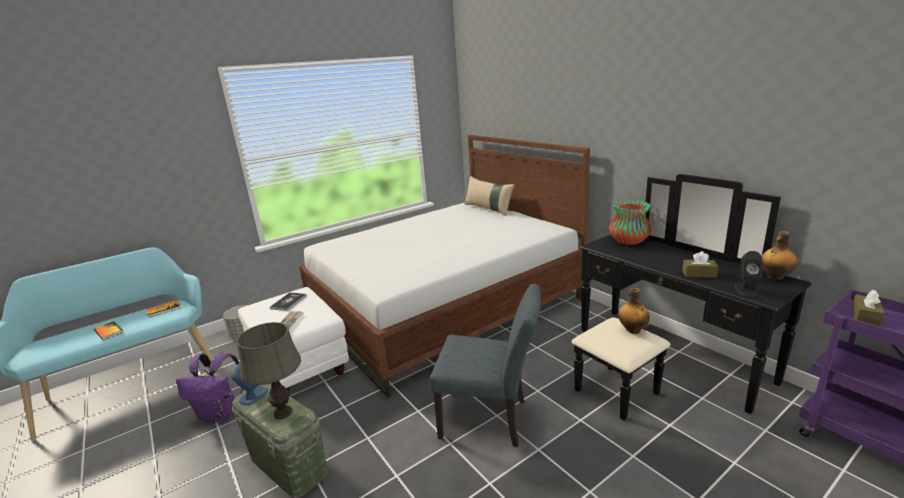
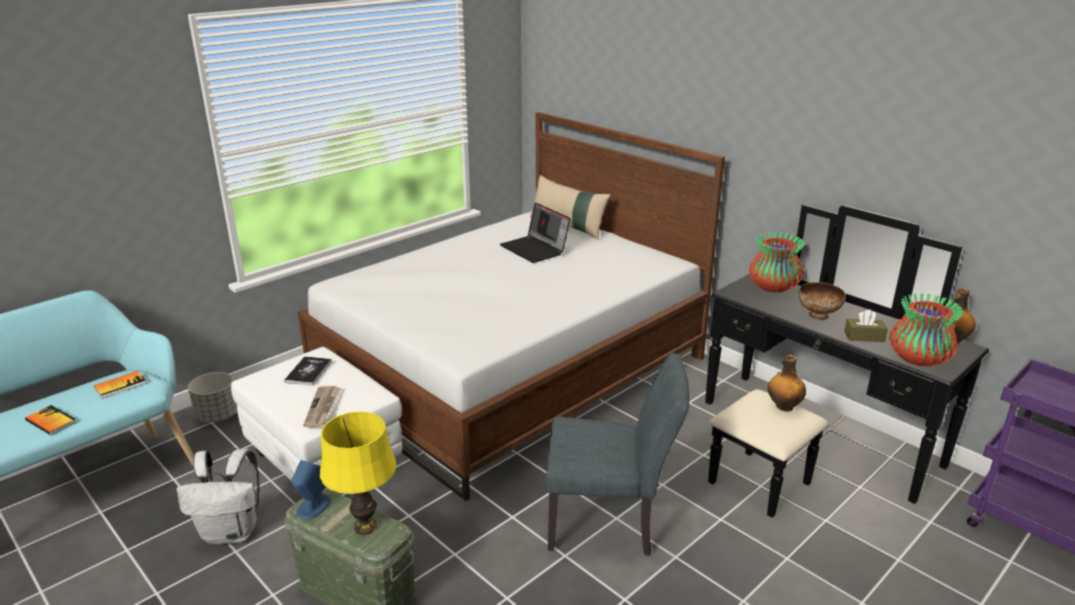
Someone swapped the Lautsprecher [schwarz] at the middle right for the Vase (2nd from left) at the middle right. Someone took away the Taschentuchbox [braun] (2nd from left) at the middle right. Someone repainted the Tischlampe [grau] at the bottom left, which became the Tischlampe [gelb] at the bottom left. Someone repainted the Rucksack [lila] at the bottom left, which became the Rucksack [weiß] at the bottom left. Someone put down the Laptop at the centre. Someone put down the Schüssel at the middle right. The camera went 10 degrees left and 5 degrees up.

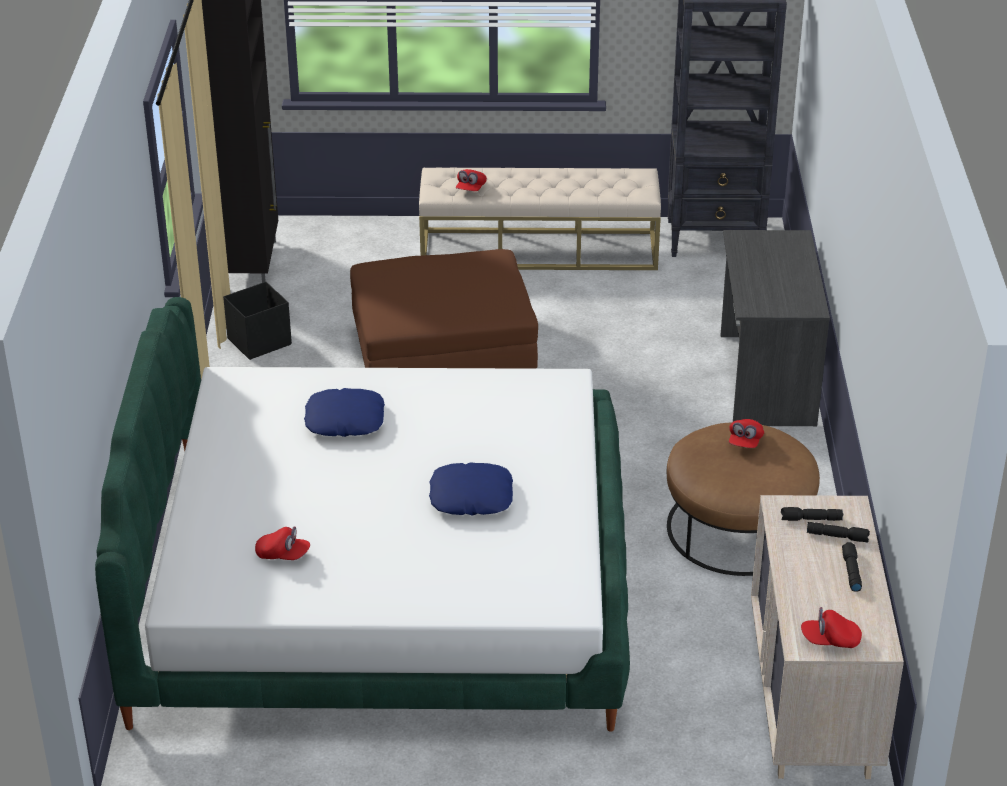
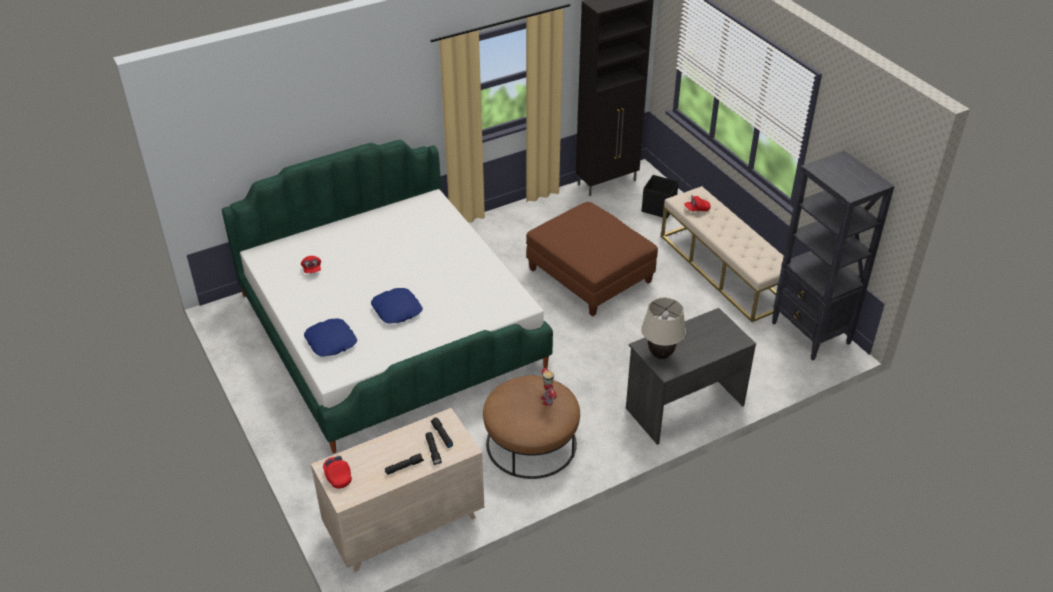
Someone carried the Aufbewahrungsbox [schwarz] from the middle left to the top centre. Someone carried the Kissen [blau] (1st from left) from the centre to the middle left. Someone swapped the Kappe [rot] (3rd from left) at the middle right for the Spielzeugroboter at the centre. Someone put down the Tischlampe [beige] at the centre. The camera went 60 degrees right and 5 degrees up.

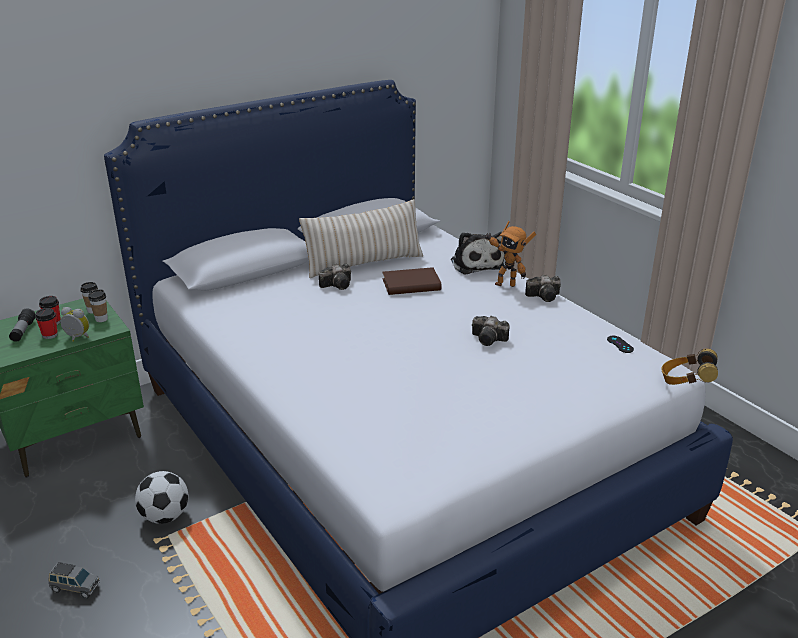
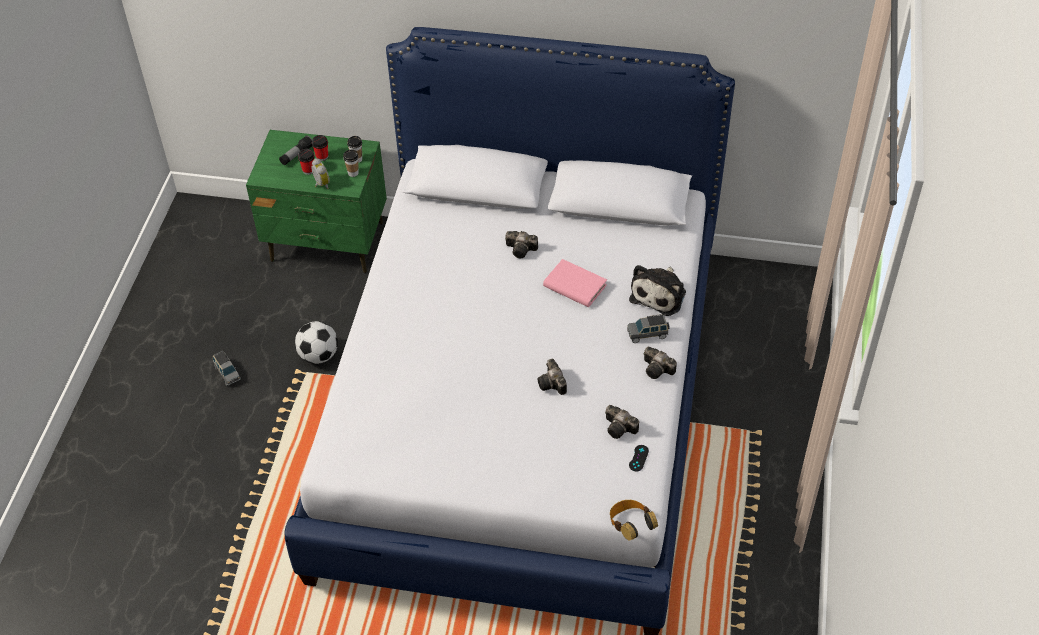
Someone took away the Kissen [beige] at the centre. Someone swapped the Spielzeugroboter at the centre for the Spielzeugauto [grau] (2nd from left) at the centre. Someone repainted the Buch [braun] at the centre, which became the Buch [rosa] at the centre. Someone put down the Kamera (3rd from left) at the centre. The camera went 45 degrees right and 20 degrees up.

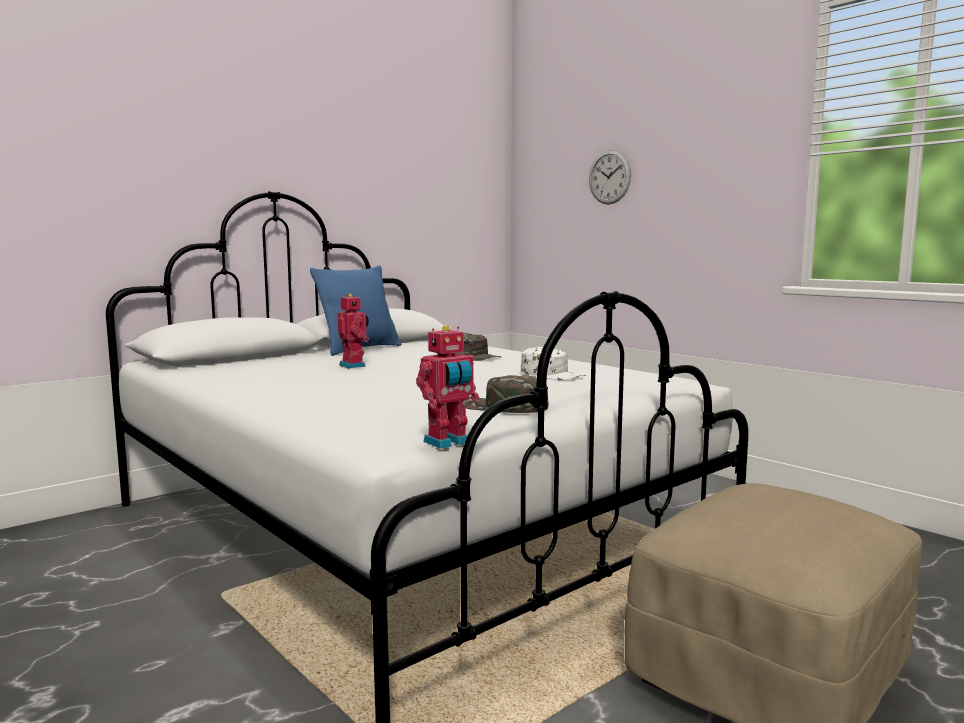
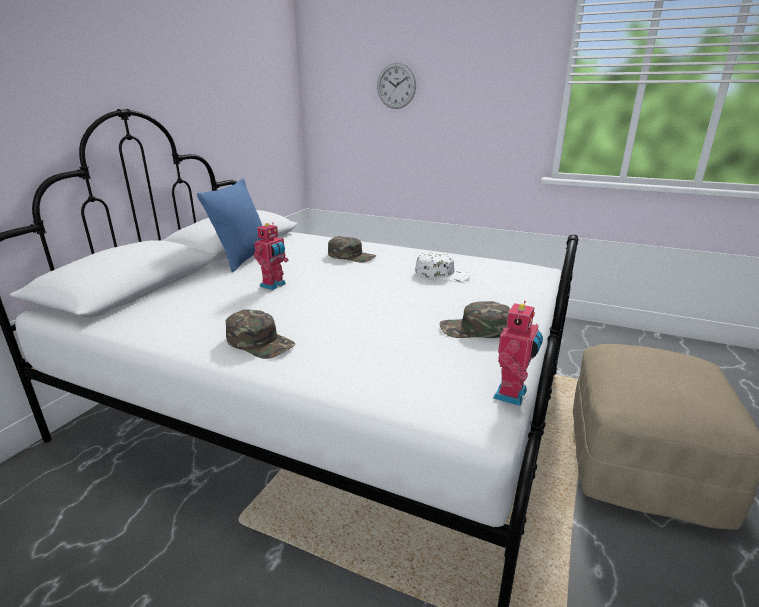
Someone rotated the Spielzeugroboter (1st from left) at the centre by 90 degrees clockwise. Someone put down the Kappe [grün] (1st from left) at the centre. The camera went 25 degrees left and 15 degrees up.

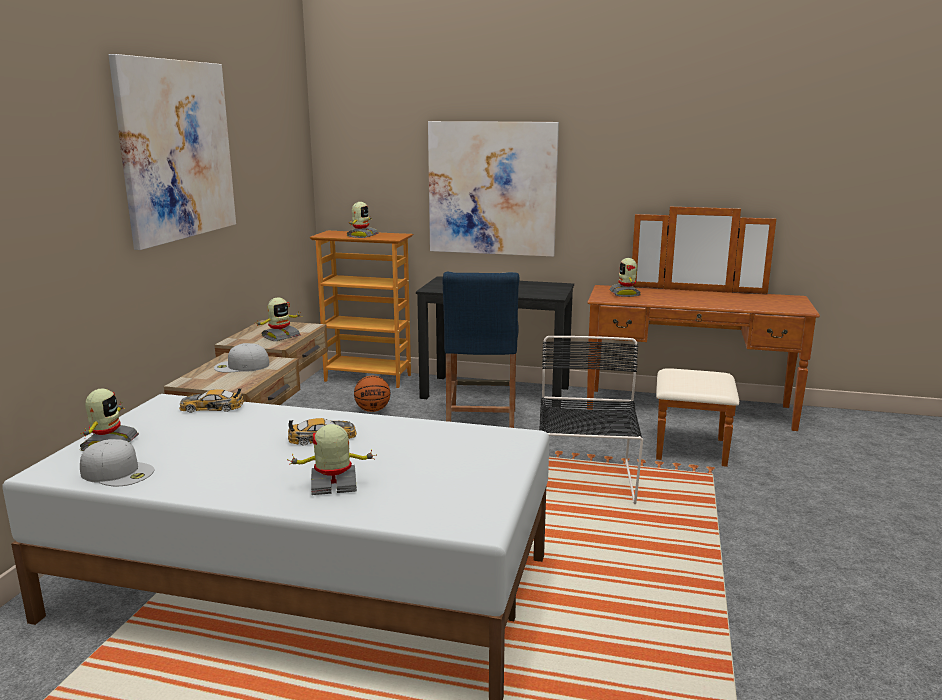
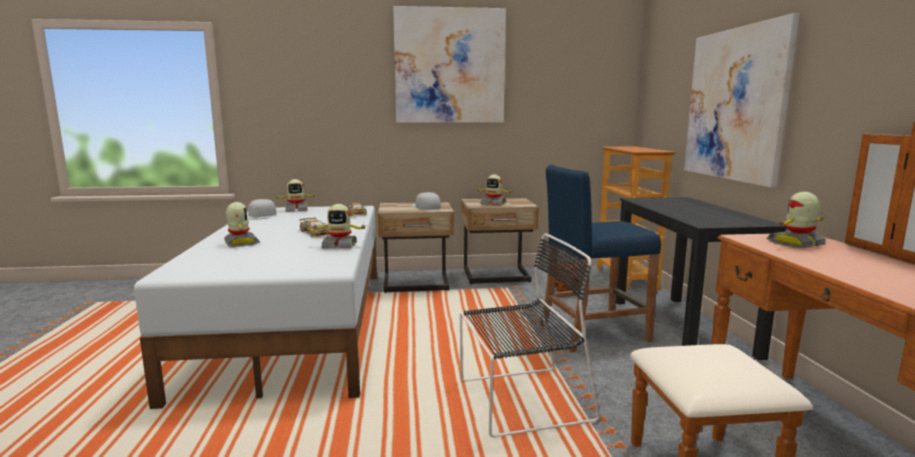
Someone carried the Spielzeugroboter (4th from left in the first image) from the top centre to the centre. The camera went 70 degrees right and 5 degrees down.

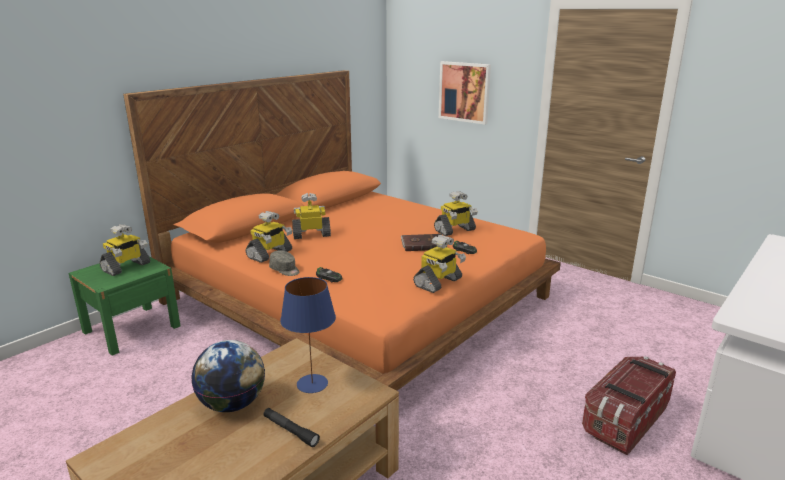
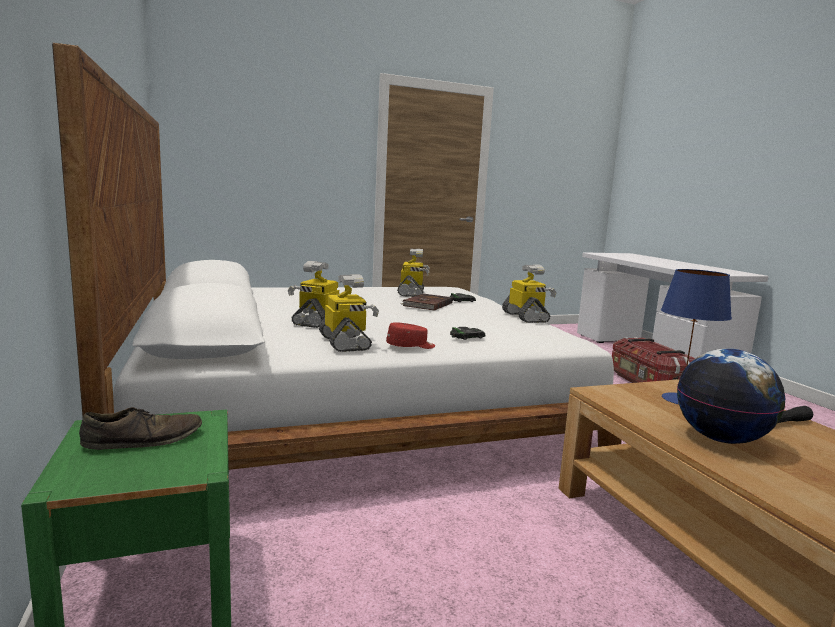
Someone took away the Bild at the top centre. Someone repainted the Bett [orange] at the centre, which became the Bett [weiß] at the centre. Someone swapped the Spielzeugroboter (1st from left) at the middle left for the Schuh [braun] at the bottom left. Someone repainted the Kappe [grau] at the centre, which became the Kappe [rot] at the centre. The camera went 60 degrees left and 10 degrees down.

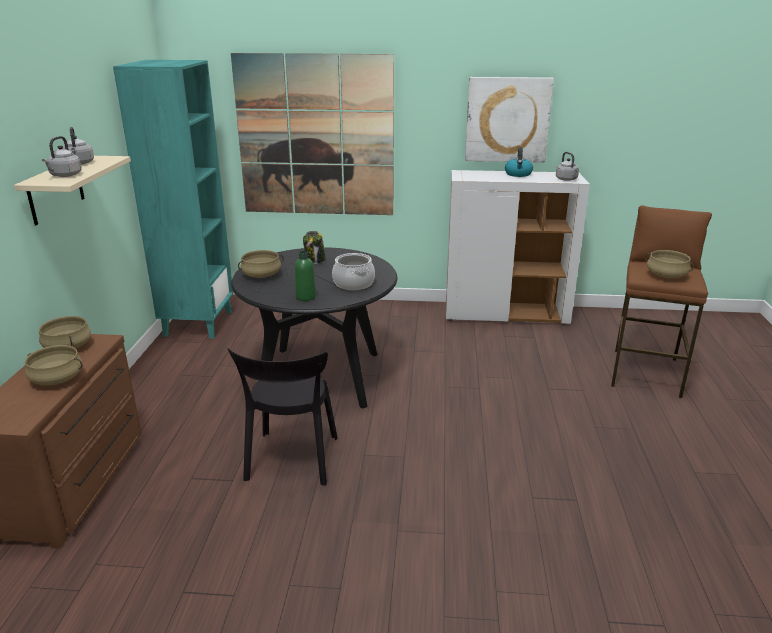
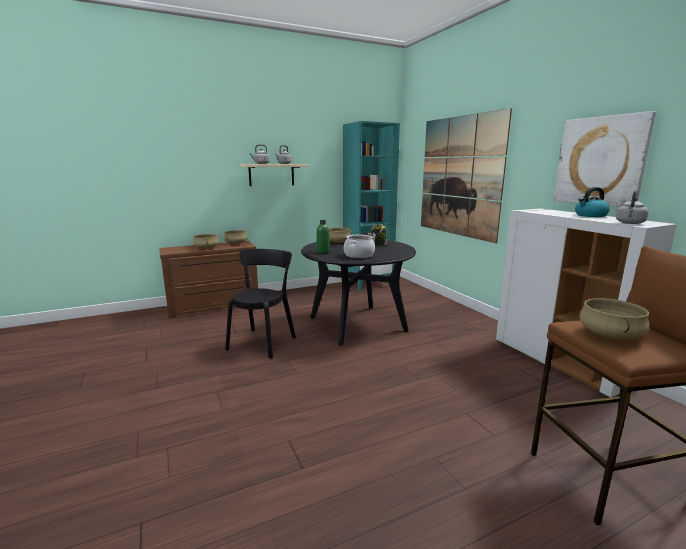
Someone rotated the Stuhl [schwarz] at the centre by 135 degrees clockwise. The camera went 60 degrees right and 10 degrees down.

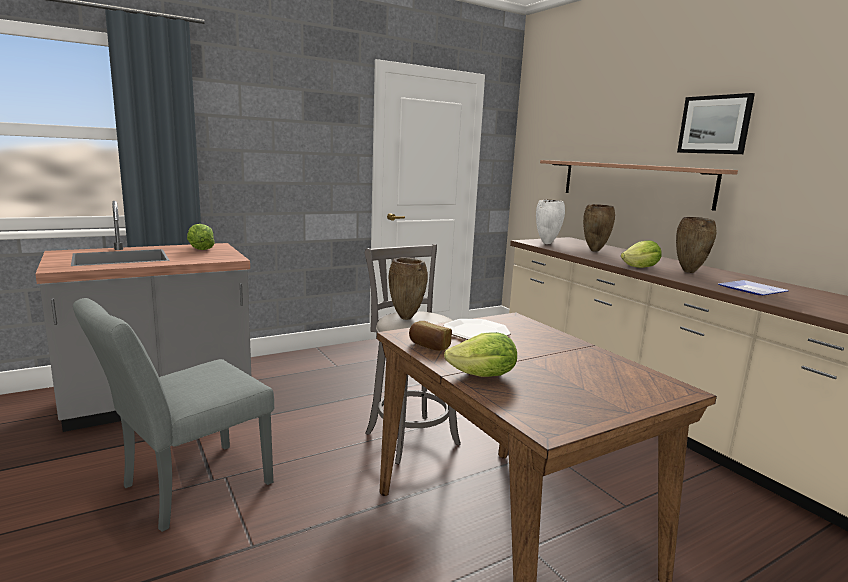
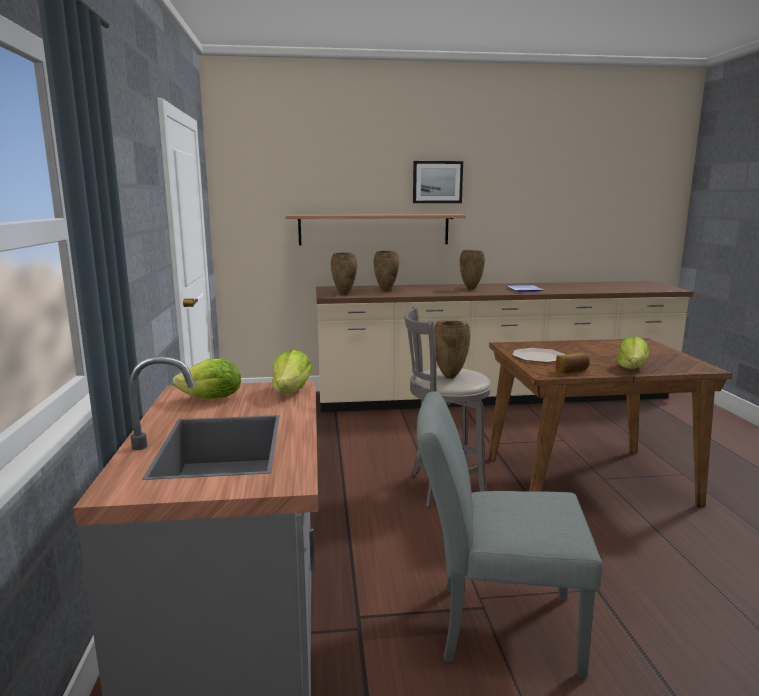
Someone repainted the Vase [weiß] at the centre, which became the Vase [braun] (1st from left) at the centre. Someone carried the Salatkopf (3rd from left in the first image) from the middle right to the centre. Someone rotated the Stuhl [grau] at the bottom left by 120 degrees clockwise. The camera went 65 degrees left and 0 degrees up.

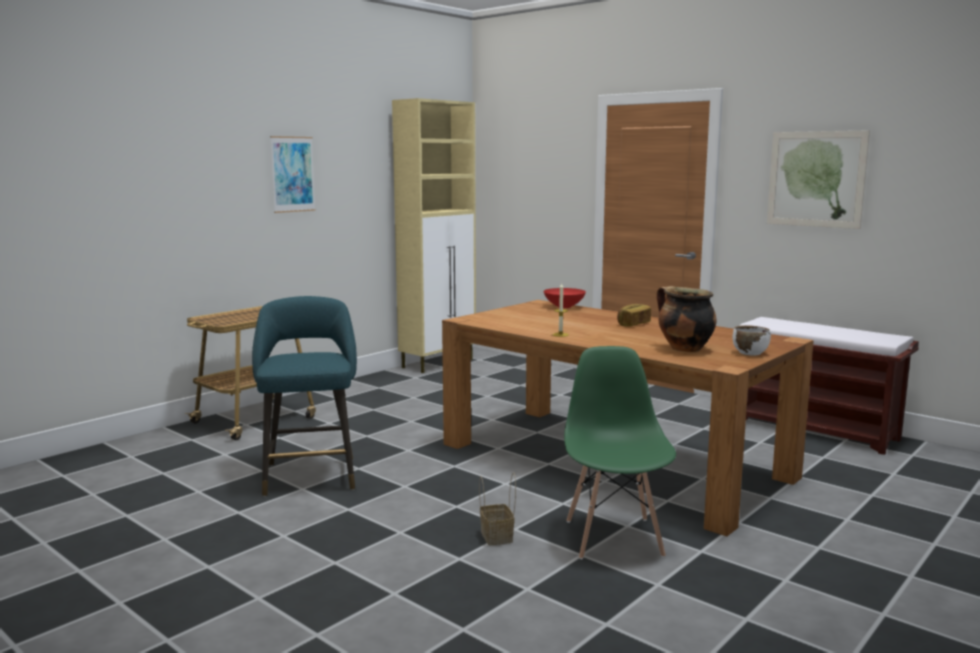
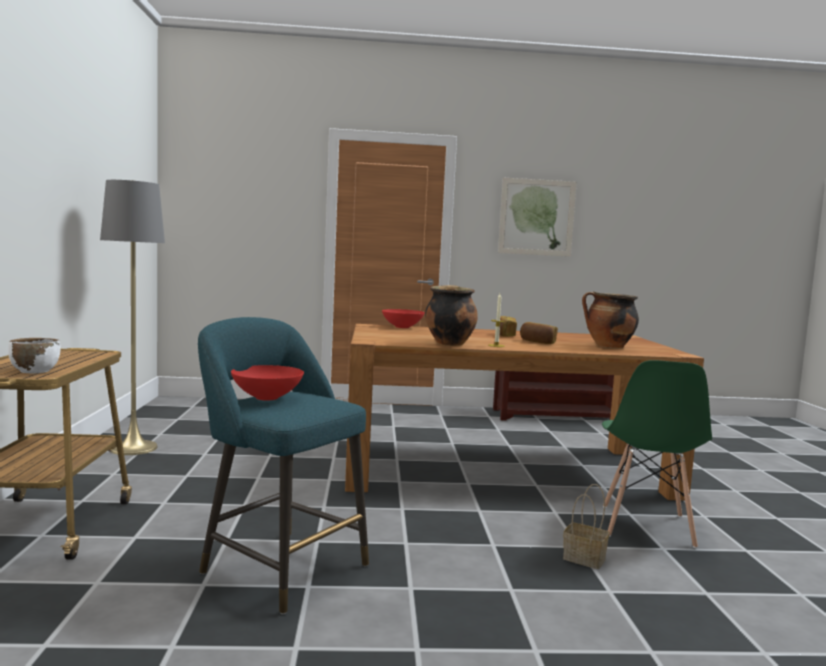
Someone took away the Schrank [beige] at the centre. Someone took away the Bild (1st from left) at the top left. Someone carried the Schüssel [weiß] from the middle right to the middle left. Someone rotated the Stuhl [grün] at the bottom centre by 120 degrees counterclockwise. Someone put down the Stehlampe [grau] at the middle left. Someone put down the Kochtopf (1st from left) at the centre. Someone put down the Brot (2nd from left) at the centre. Someone put down the Schüssel [rot] (1st from left) at the middle left. The camera went 45 degrees left and 5 degrees down.

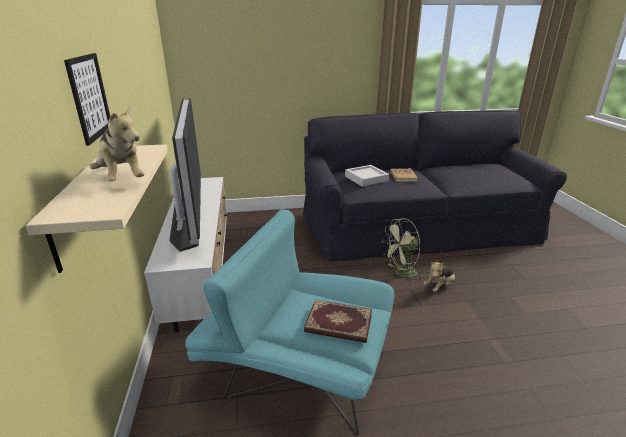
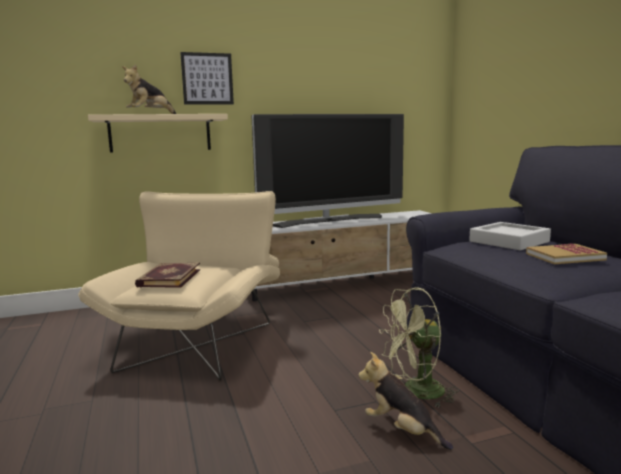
Someone repainted the Sessel [türkis] at the bottom centre, which became the Sessel [beige] at the middle left. Someone rotated the Ventilator [grün] at the centre by 75 degrees counterclockwise. The camera went 80 degrees right and 15 degrees down.

